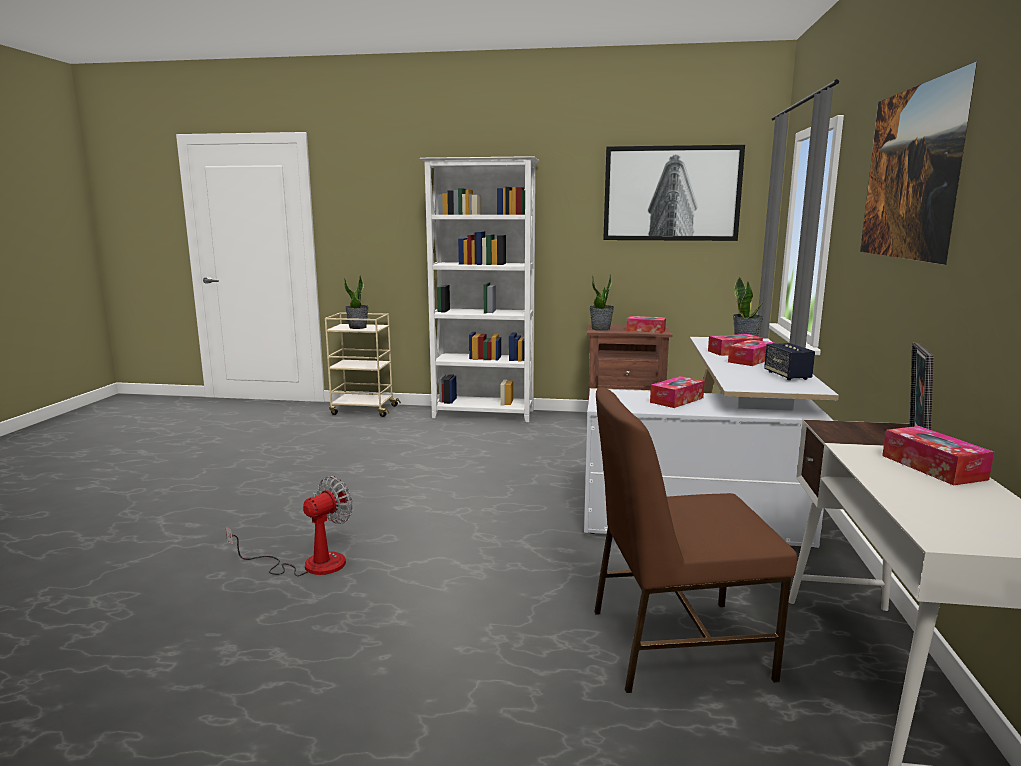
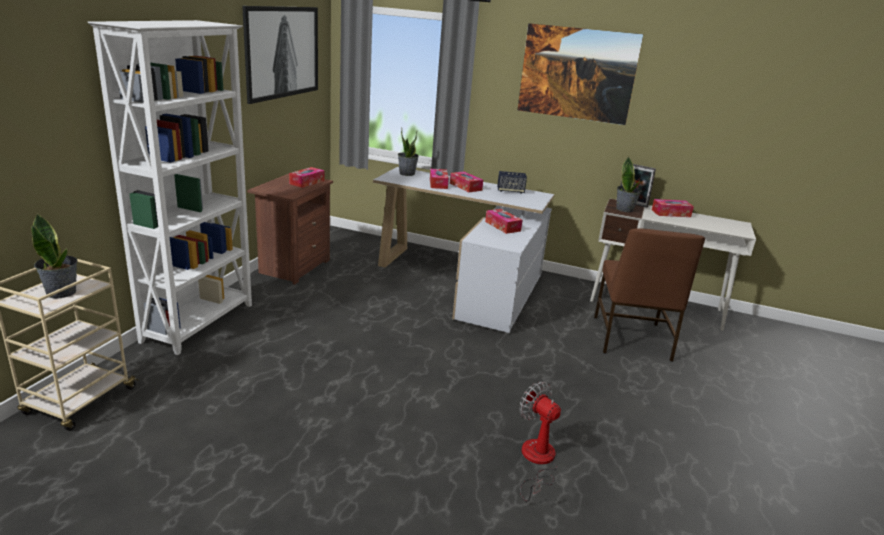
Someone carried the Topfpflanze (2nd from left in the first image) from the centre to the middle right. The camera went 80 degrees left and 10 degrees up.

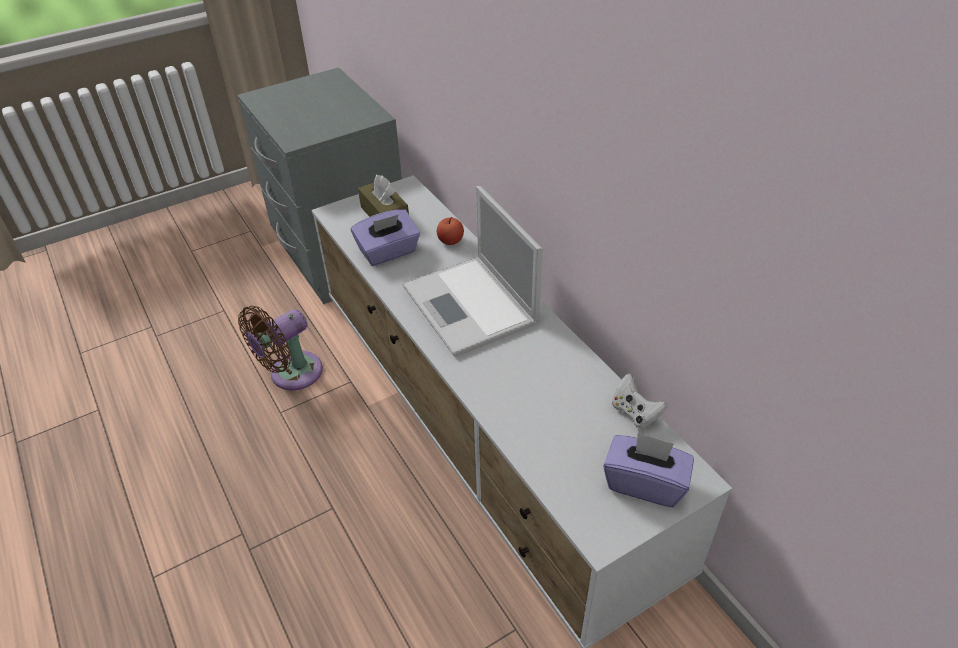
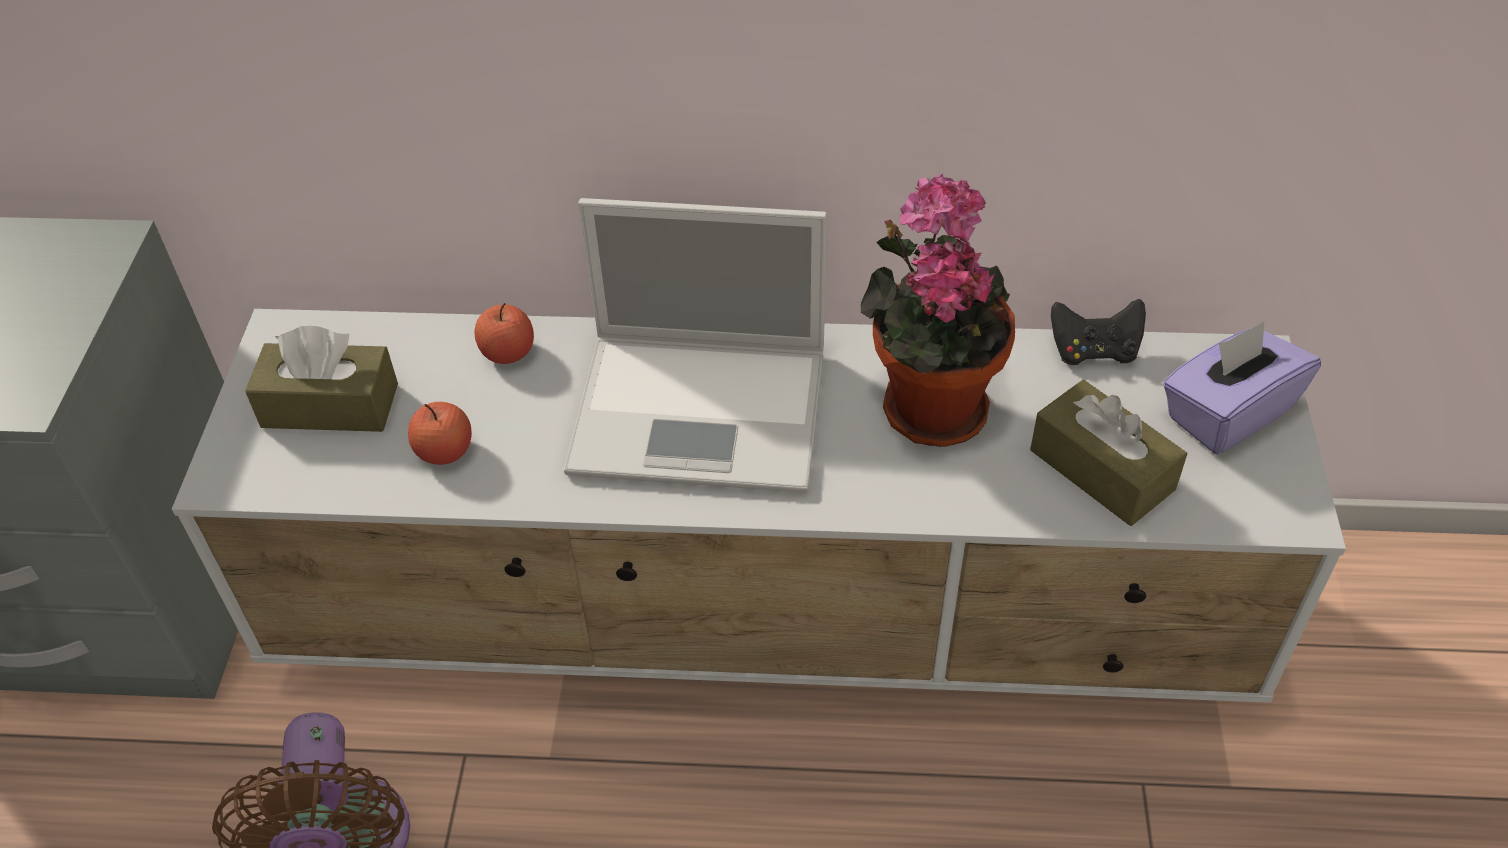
Someone swapped the Taschentuchbox [lila] (1st from left) at the centre for the Apfel (1st from left) at the middle left. Someone repainted the Gamepad [weiß] at the middle right, which became the Gamepad [schwarz] at the middle right. Someone put down the Topfpflanze at the centre. Someone put down the Taschentuchbox [braun] (2nd from left) at the middle right. The camera went 55 degrees left and 5 degrees up.

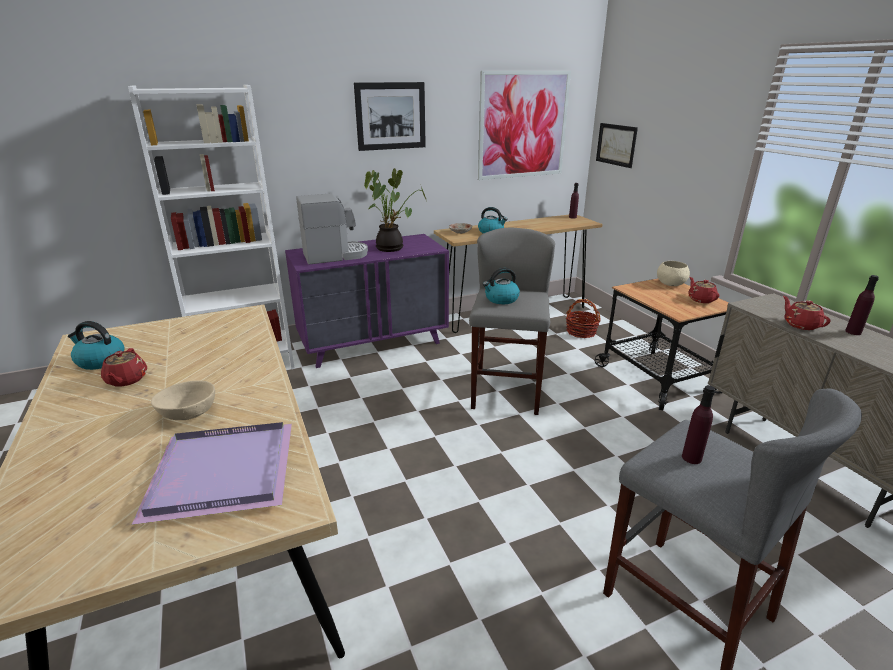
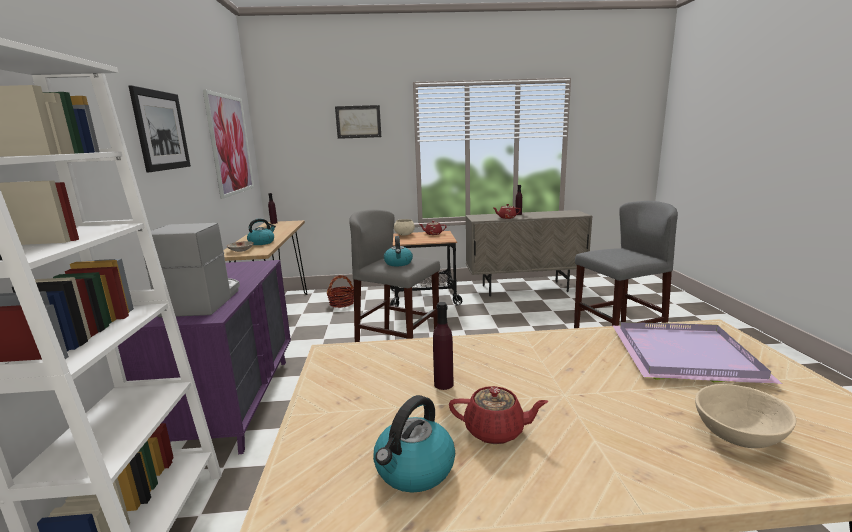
Someone carried the Bild (3rd from left) from the top right to the top centre. Someone took away the Topfpflanze at the top centre. Someone carried the Schüssel [beige] (1st from left in the first image) from the middle left to the bottom right. Someone carried the Flasche [lila] (2nd from left) from the middle right to the centre. The camera went 70 degrees left and 10 degrees down.

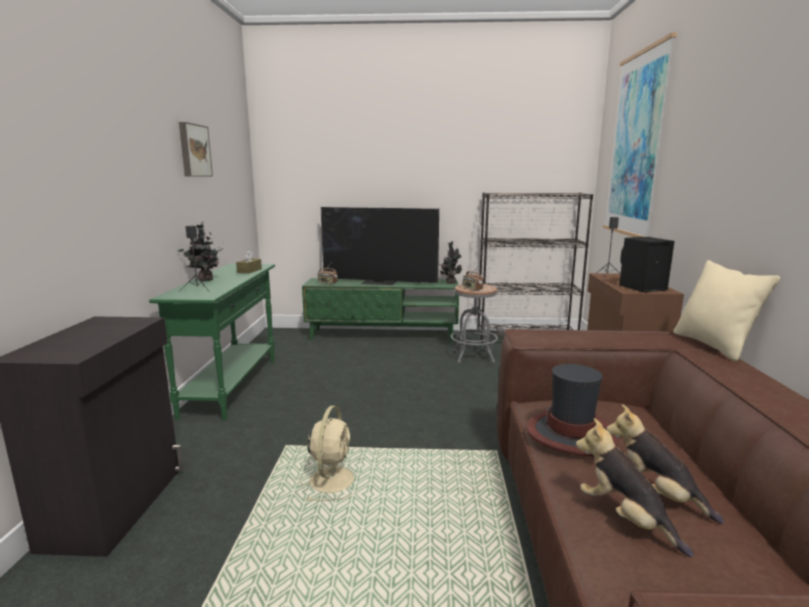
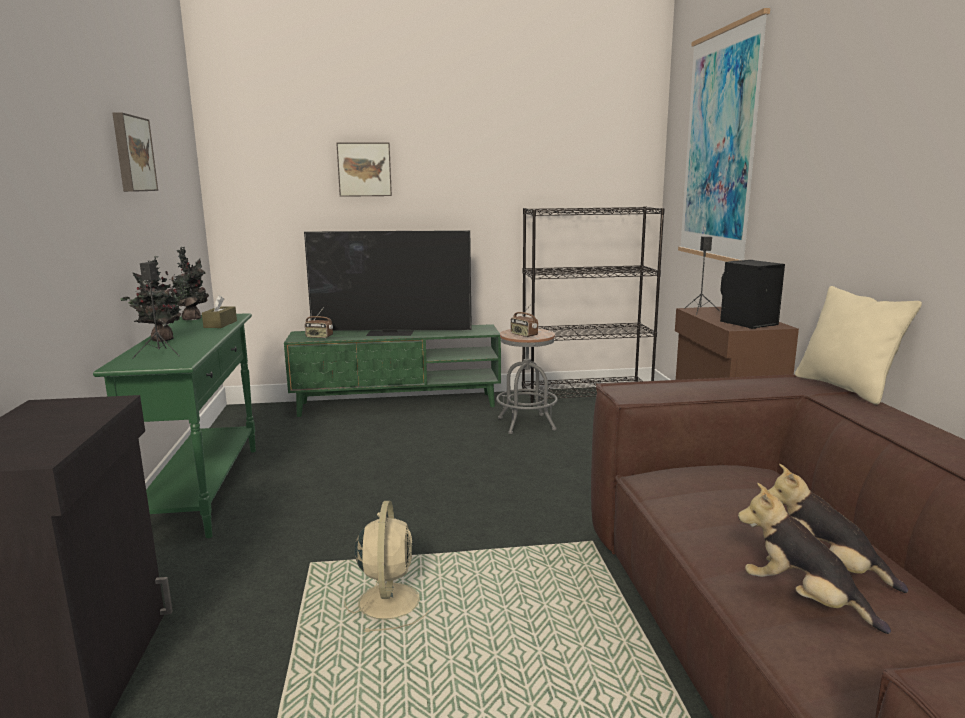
Someone carried the Topfpflanze (2nd from left) from the centre to the middle left. Someone took away the Hut at the bottom right. Someone put up the Bild (2nd from left) at the top centre. The camera went 10 degrees left and 0 degrees up.

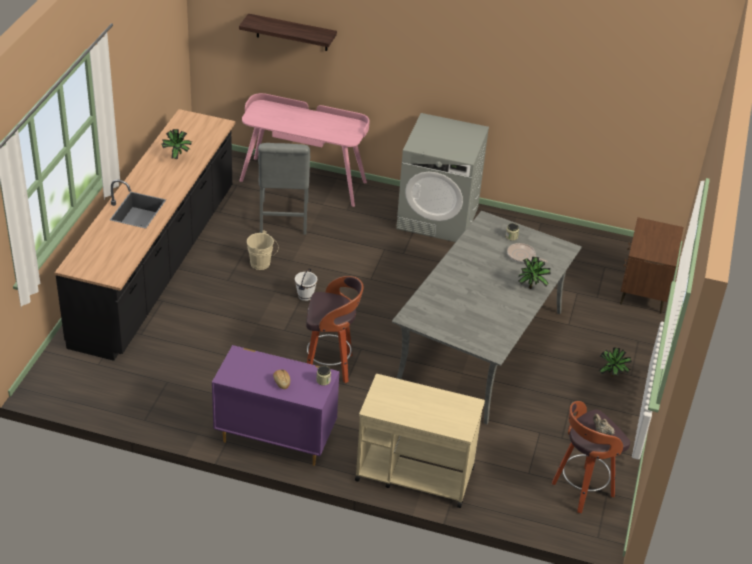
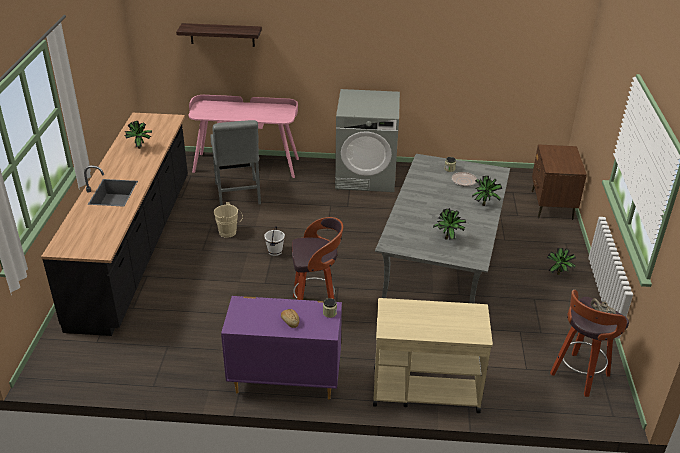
Someone put down the Topfpflanze (2nd from left) at the centre. The camera went 10 degrees left and 5 degrees down.

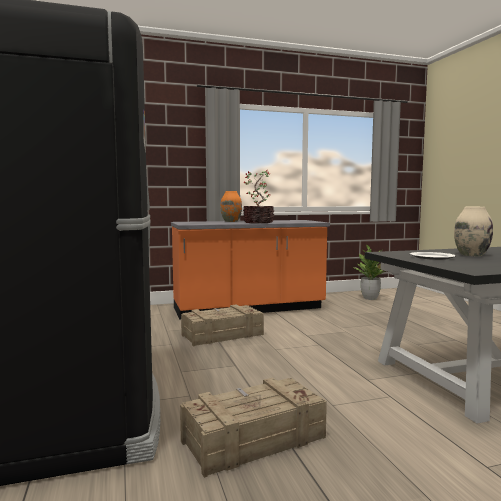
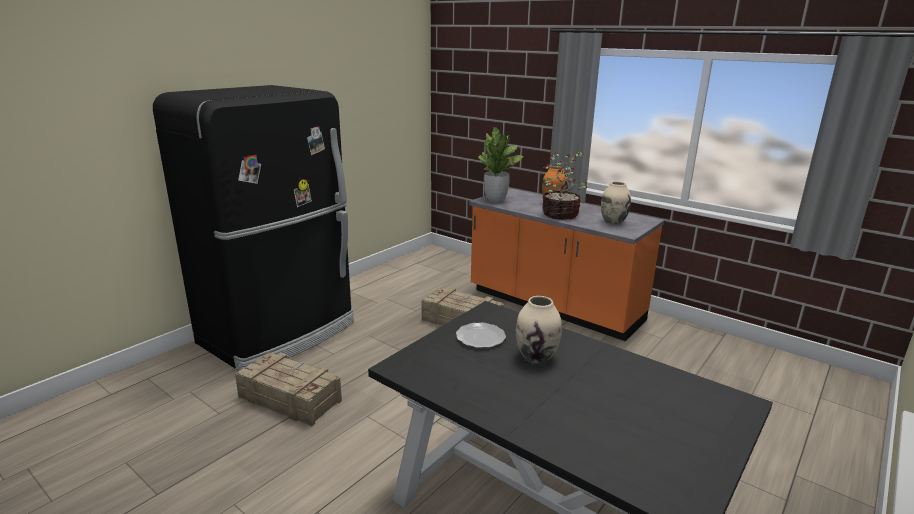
Someone carried the Topfpflanze (2nd from left in the first image) from the middle right to the top centre. Someone put down the Vase [beige] (2nd from left) at the middle right. The camera went 55 degrees right and 15 degrees up.

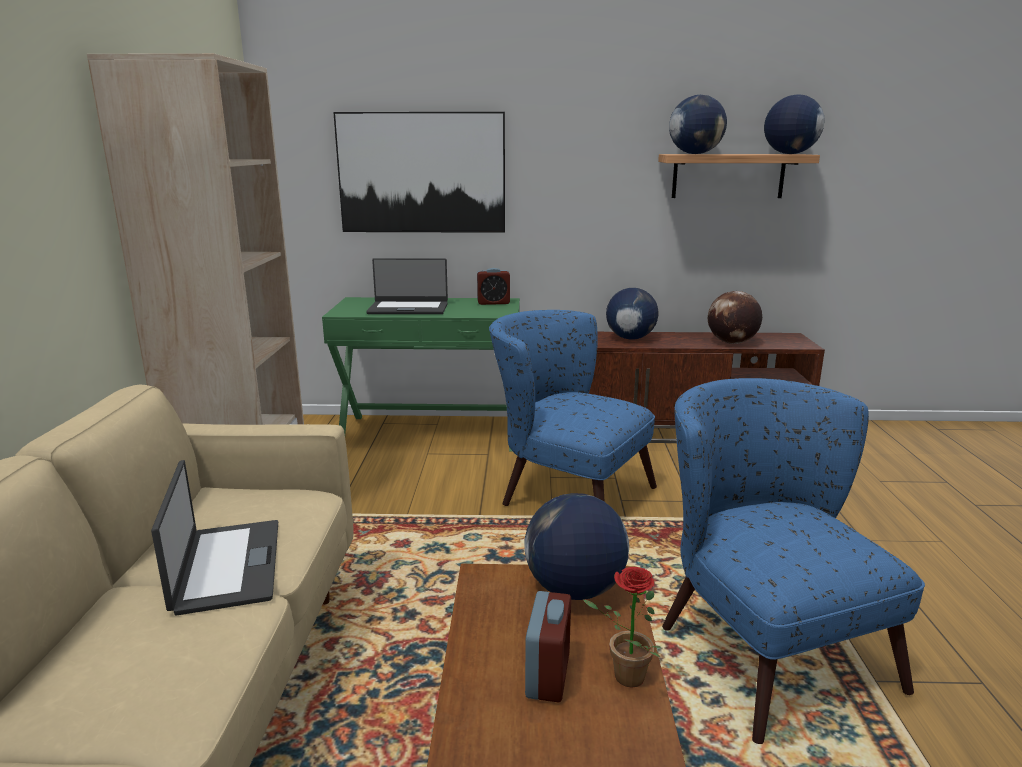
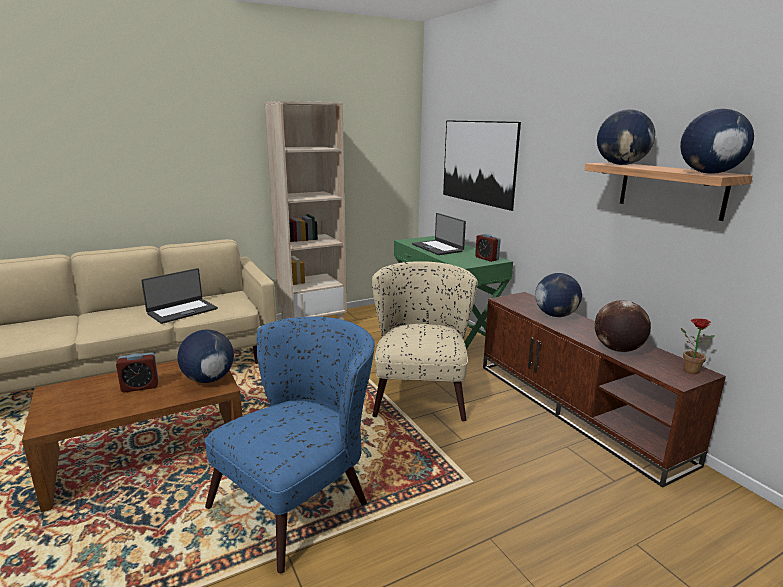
Someone repainted the Sessel [blau] (1st from left) at the centre, which became the Sessel [beige] at the centre. Someone carried the Topfpflanze from the bottom centre to the middle right. The camera went 60 degrees right and 0 degrees up.

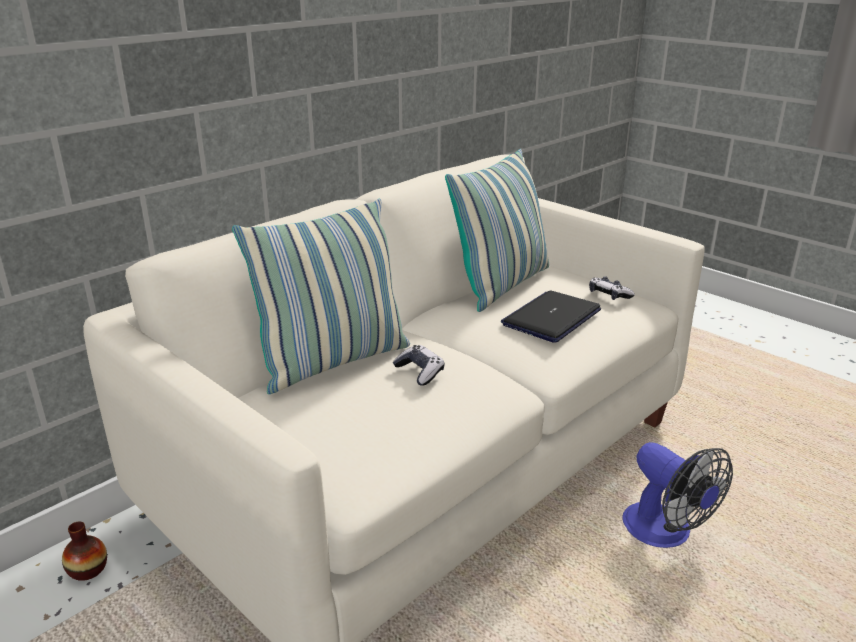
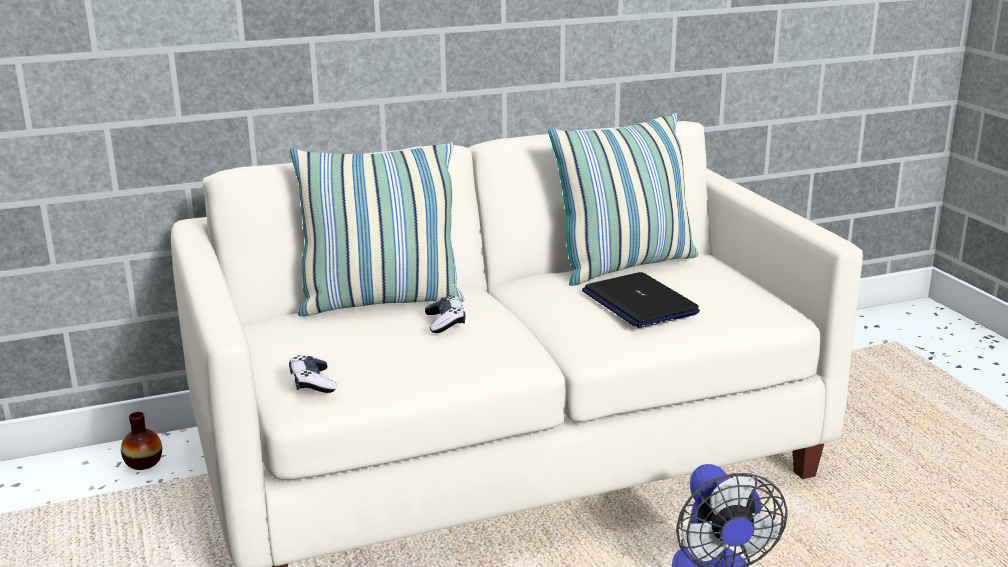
Someone carried the Gamepad (2nd from left in the first image) from the middle right to the middle left. Someone rotated the Laptop at the centre by 90 degrees counterclockwise. The camera went 25 degrees right and 5 degrees down.

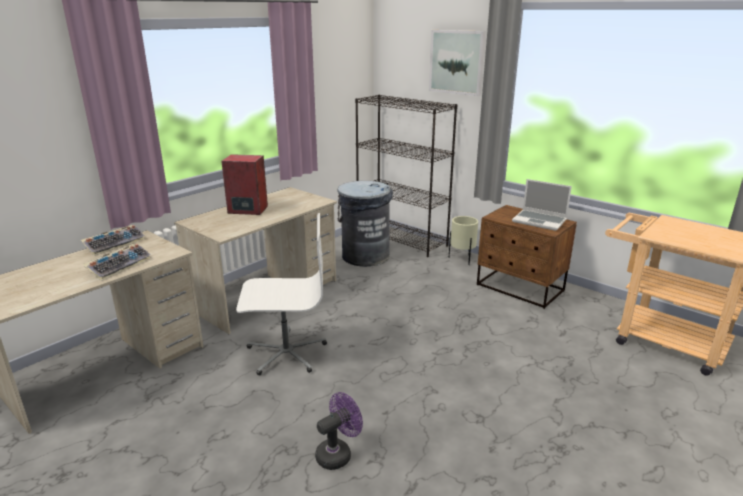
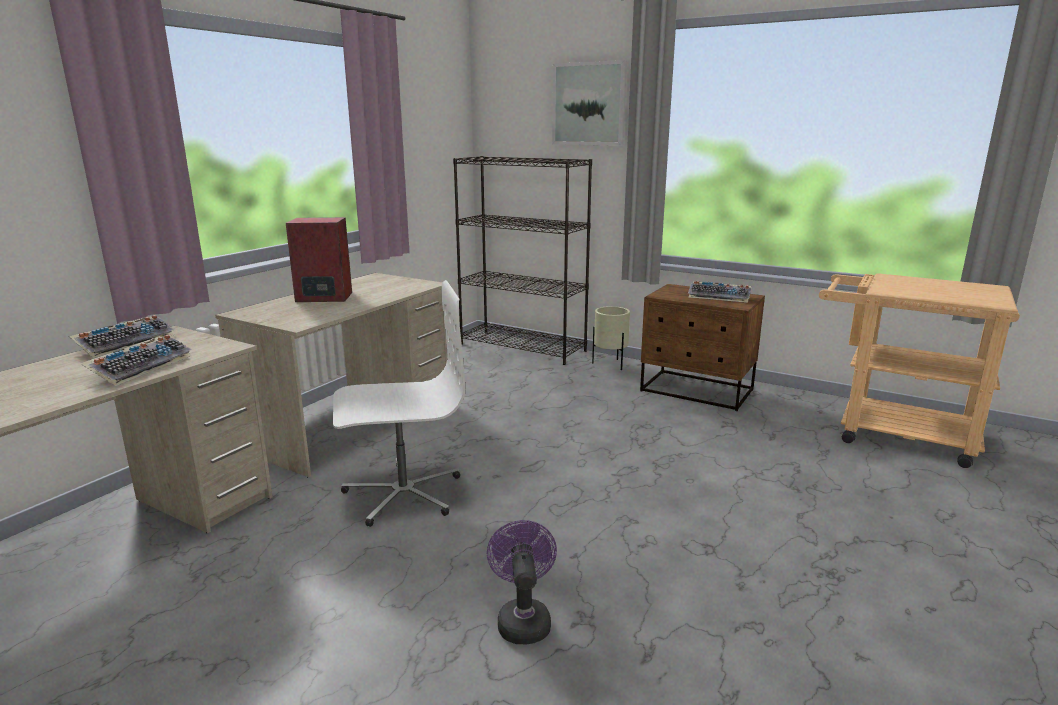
Someone swapped the Laptop at the middle right for the Tastatur (3rd from left) at the middle right. Someone took away the Mülleimer [grau] at the centre. Someone rotated the Ventilator [lila] at the bottom centre by 45 degrees counterclockwise. The camera went 10 degrees left and 5 degrees down.

